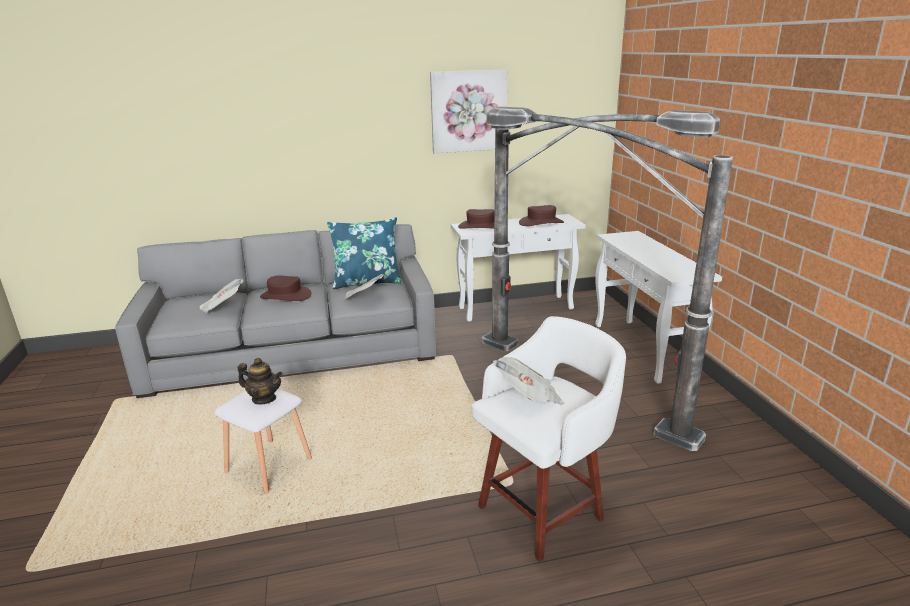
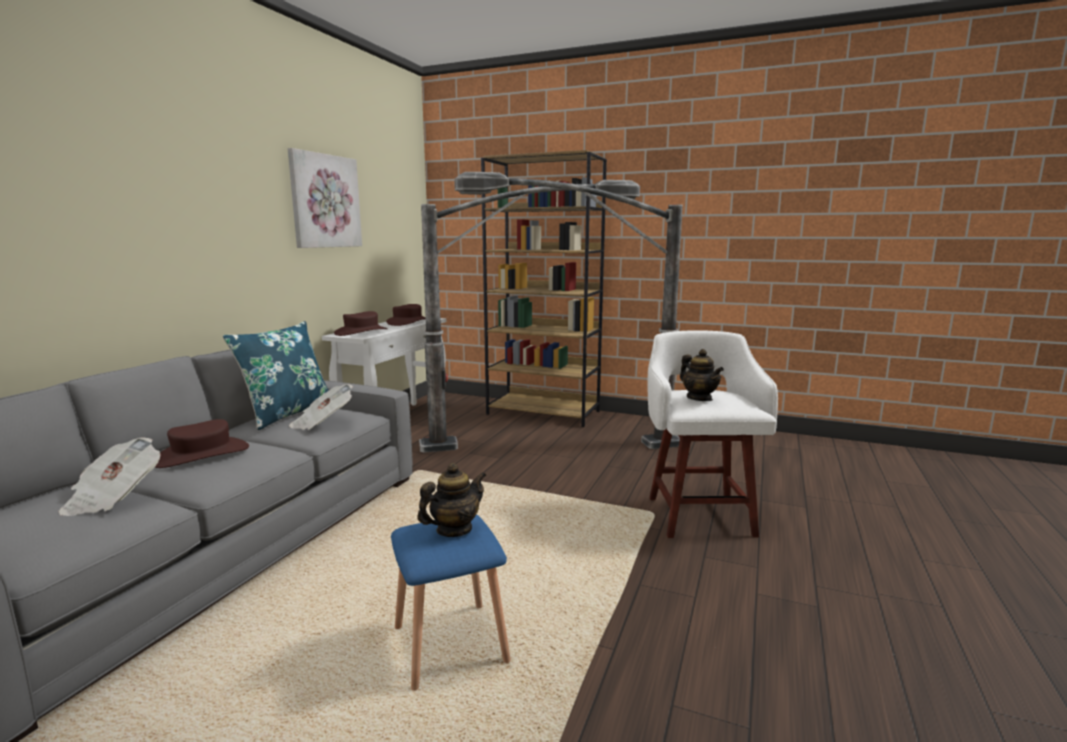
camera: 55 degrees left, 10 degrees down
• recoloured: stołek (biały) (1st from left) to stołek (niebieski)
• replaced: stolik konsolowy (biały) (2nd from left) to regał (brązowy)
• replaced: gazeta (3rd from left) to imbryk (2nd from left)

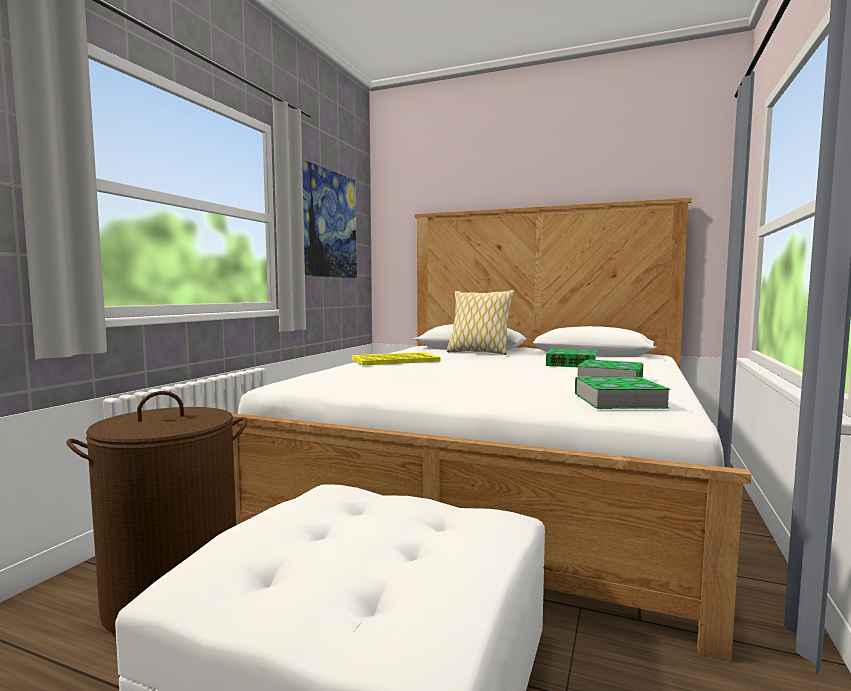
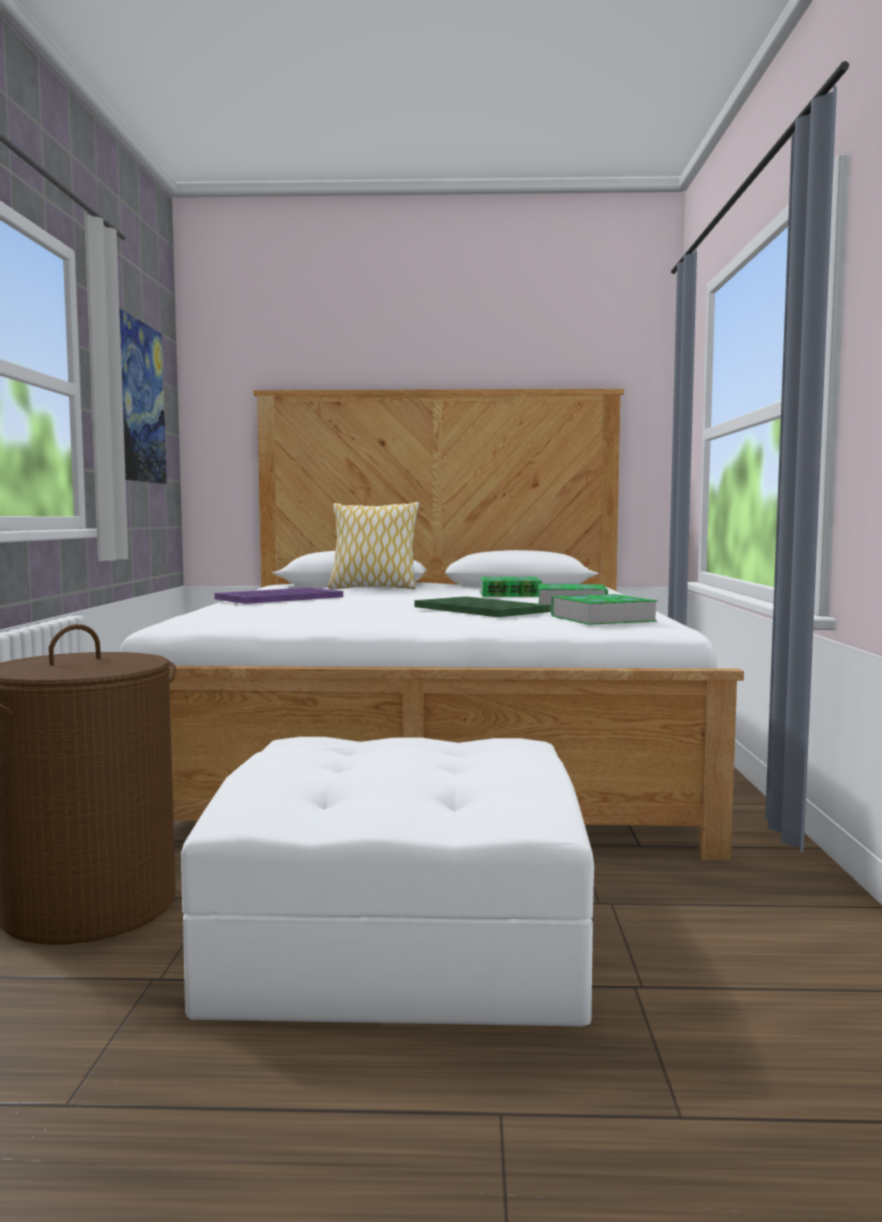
camera: 20 degrees left, 0 degrees up
• recoloured: taca (żółty) to taca (fioletowy)
• added: taca (zielony)

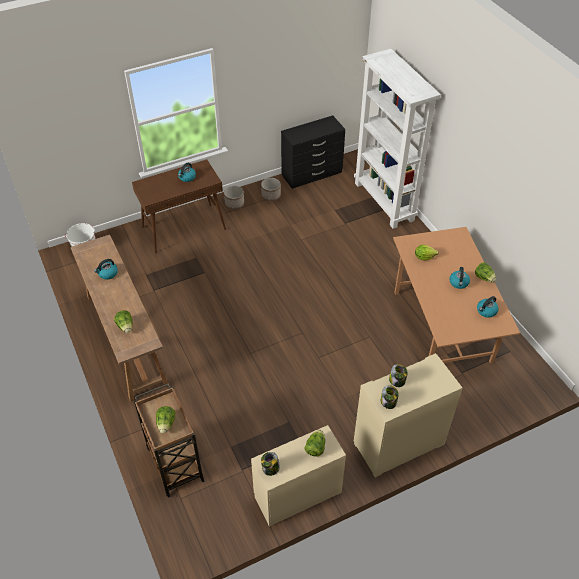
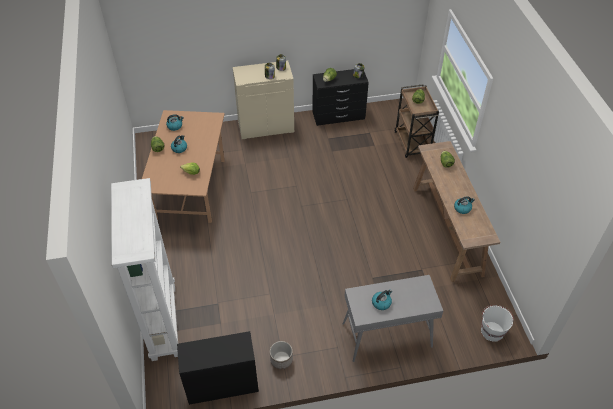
camera: 165 degrees left, 0 degrees up
• recoloured: komoda (beżowy) to komoda (czarny) (2nd from left)
• recoloured: stolik konsolowy (brązowy) (2nd from left) to stolik konsolowy (szary)
• removed: donica (1st from left)

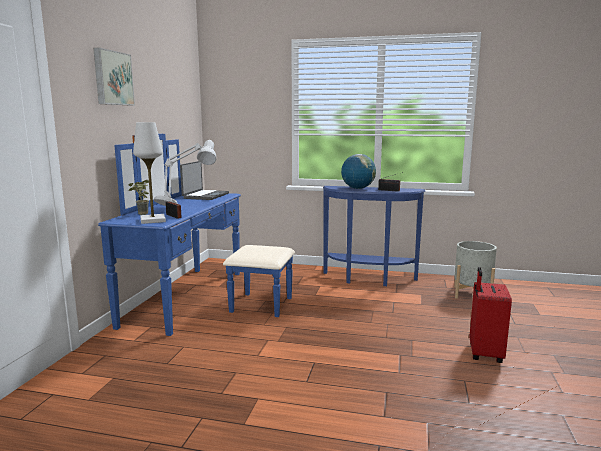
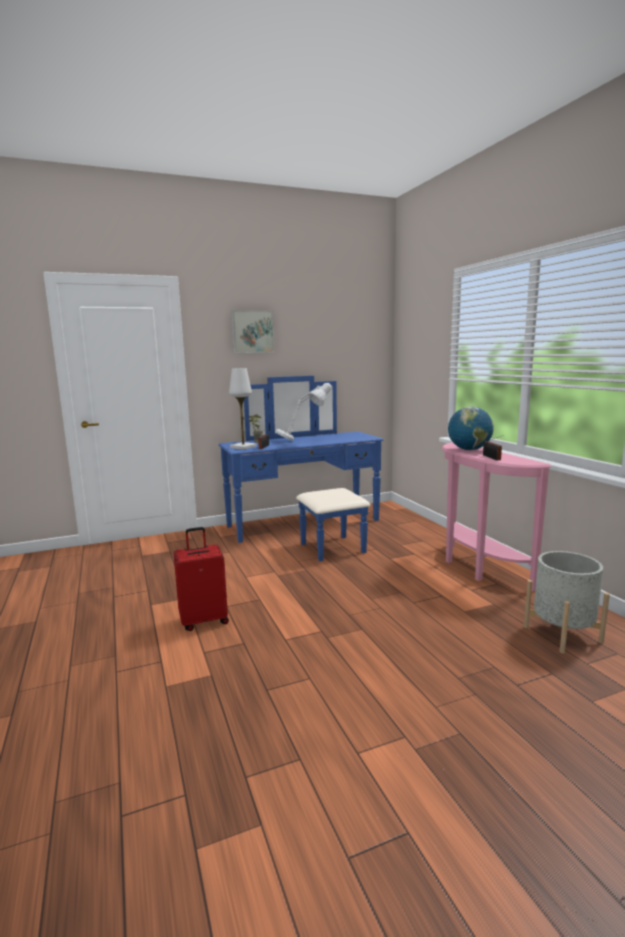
camera: 55 degrees right, 0 degrees up
• moved: walizka (czerwony)
• recoloured: stolik konsolowy (niebieski) to stolik konsolowy (różowy)
• removed: laptop

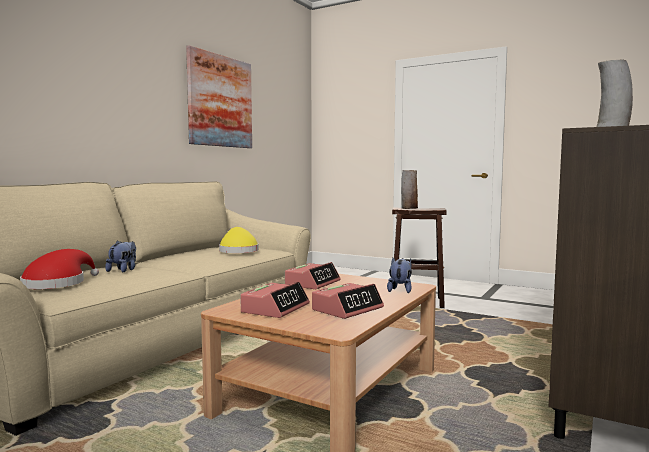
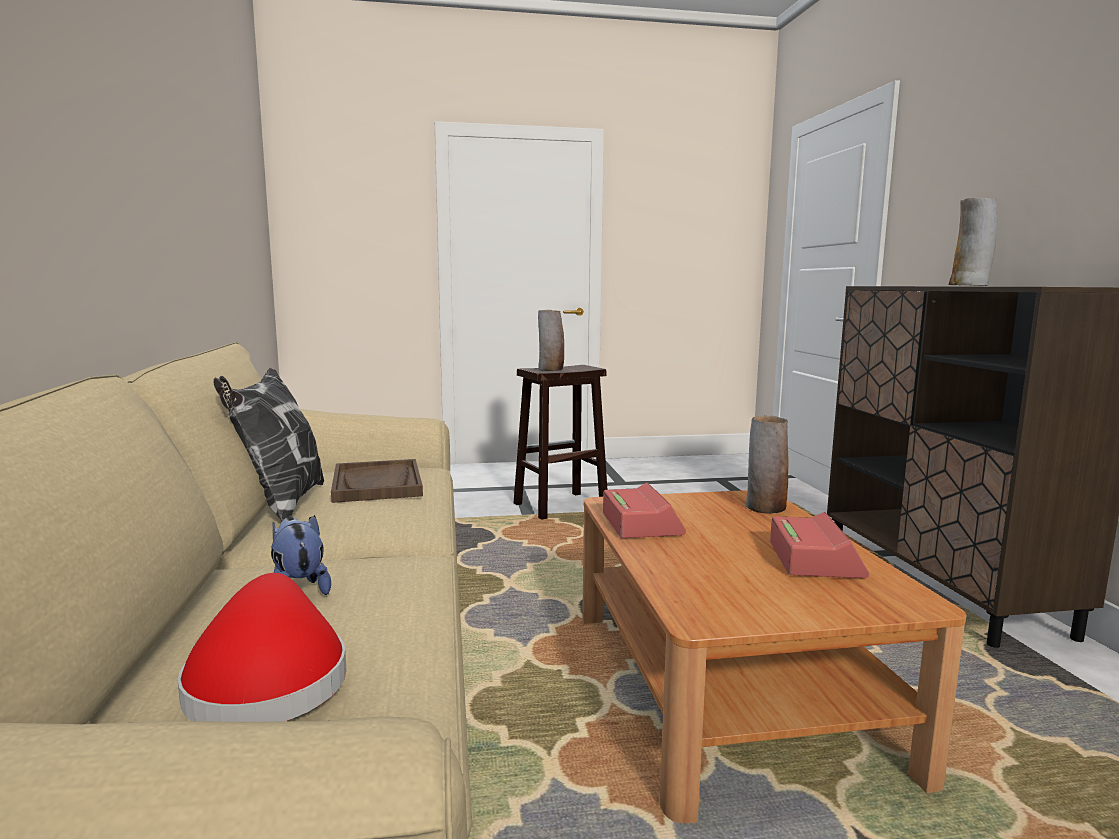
camera: 40 degrees left, 5 degrees up
• added: poduszka
• replaced: kapelusz (żółty) to taca (brązowy)
• replaced: pluszak (2nd from left) to wazon (2nd from left)
• removed: obraz
• removed: budzik (1st from left)

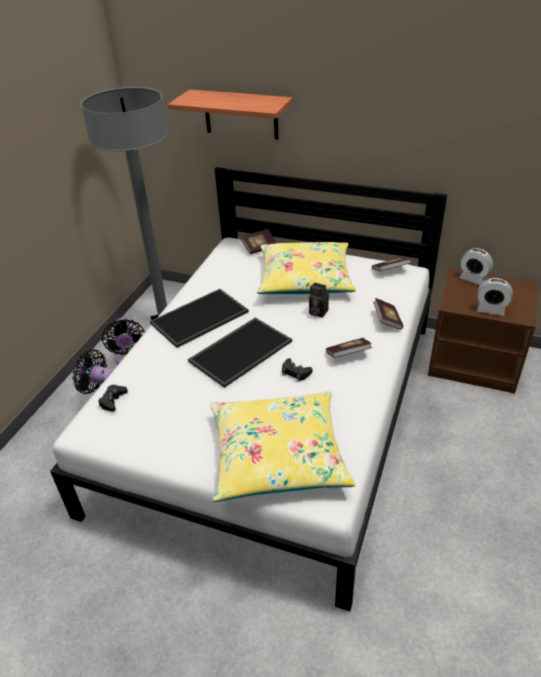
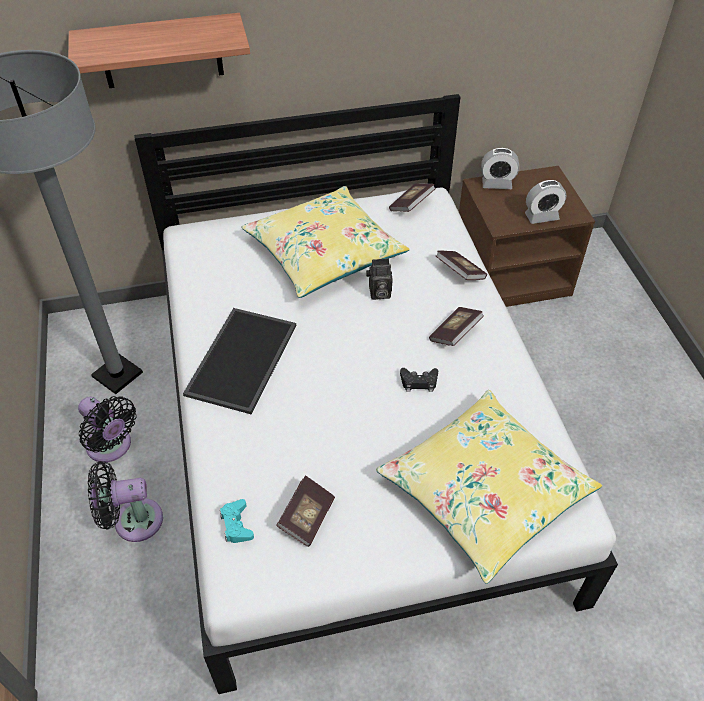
camera: 35 degrees left, 10 degrees up
• recoloured: pad do gier (czarny) (1st from left) to pad do gier (turkusowy)
• moved: książka (1st from left)
• removed: taca (2nd from left)

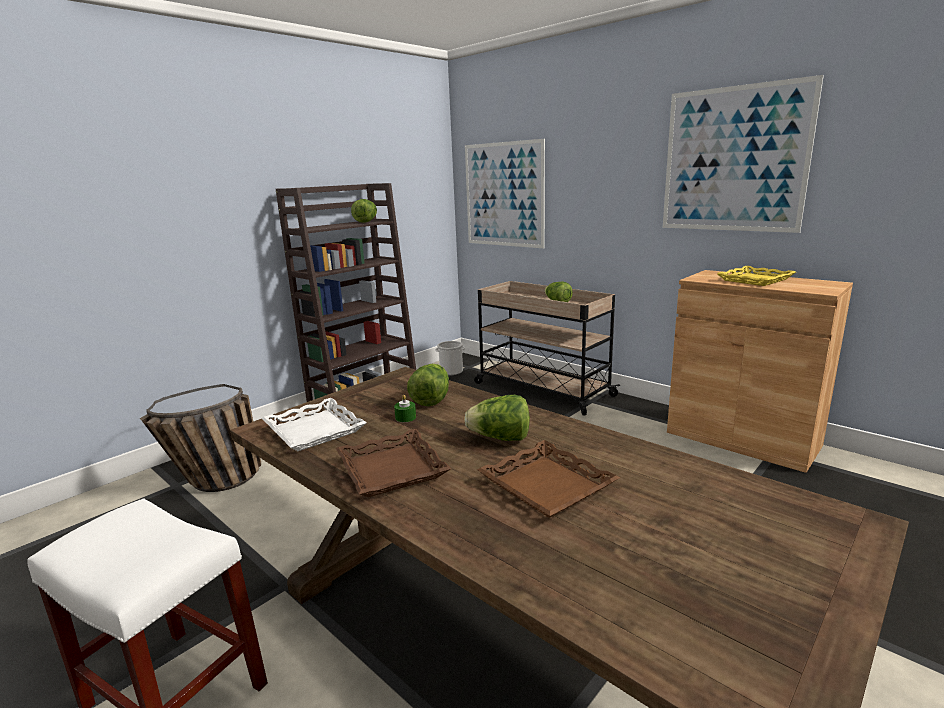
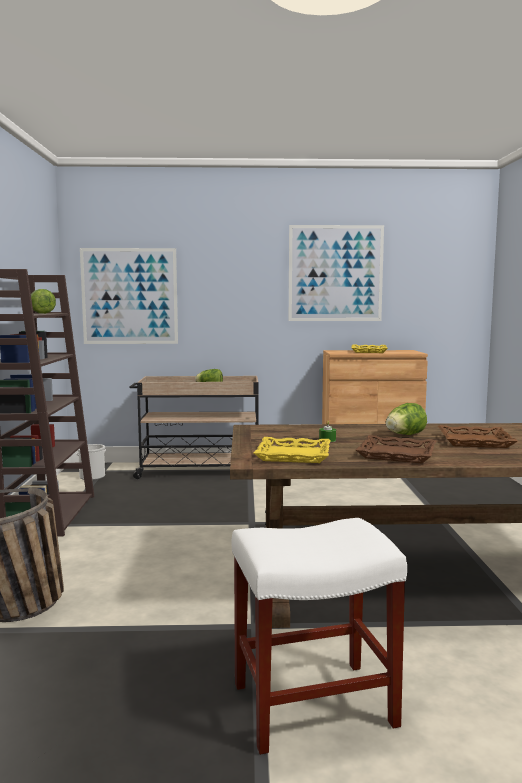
camera: 45 degrees left, 10 degrees down
• recoloured: taca (biały) to taca (żółty) (1st from left)
• removed: sałata (2nd from left)

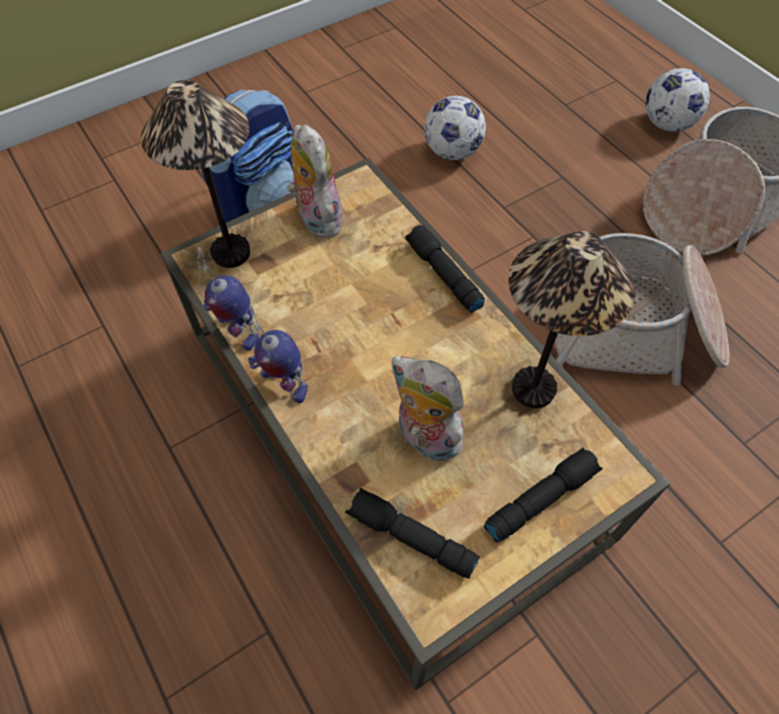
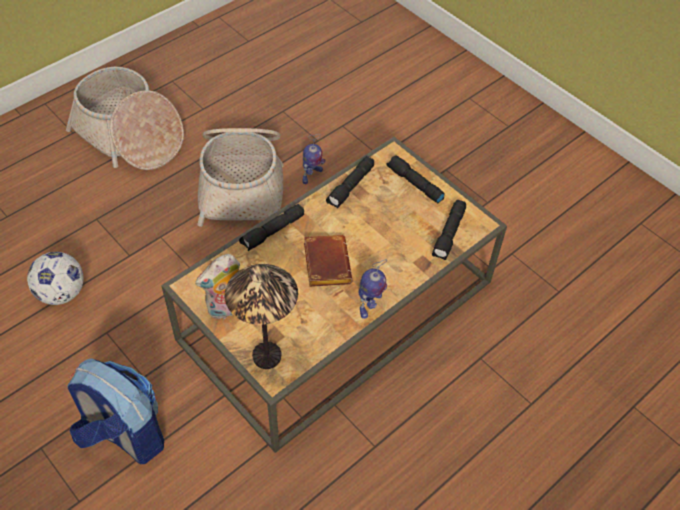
camera: 100 degrees left, 5 degrees down
• moved: robot zabawkowy (1st from left)
• added: książka (brązowy)
• replaced: lampa stołowa (2nd from left) to latarka (czarny) (2nd from left)
• removed: pluszak (2nd from left)
• removed: piłka futbolowa (2nd from left)

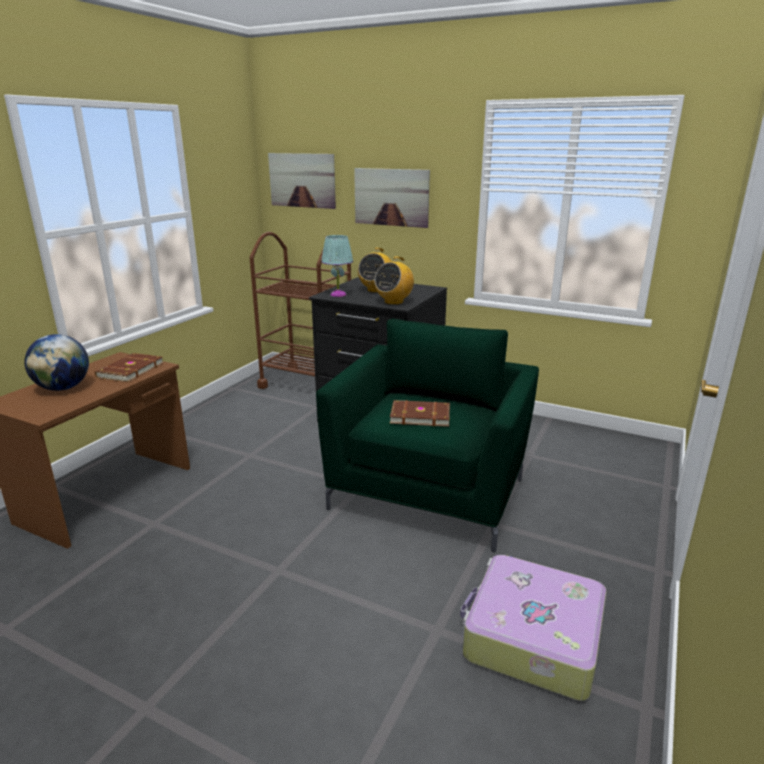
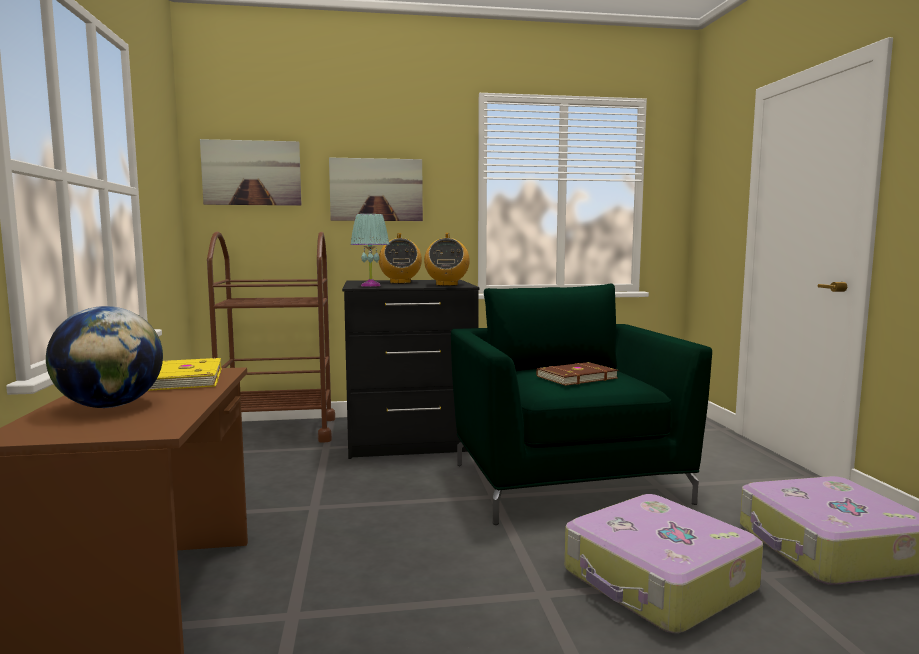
camera: 35 degrees left, 15 degrees down
• recoloured: książka (brązowy) (1st from left) to książka (żółty)
• added: walizka (1st from left)

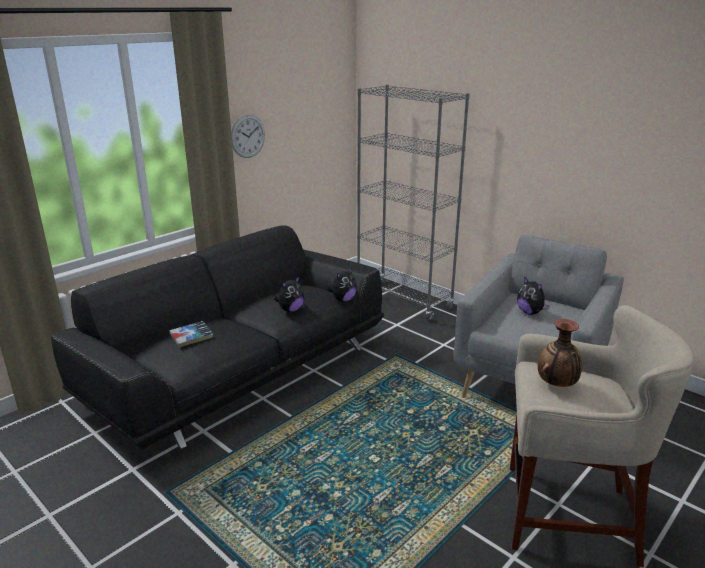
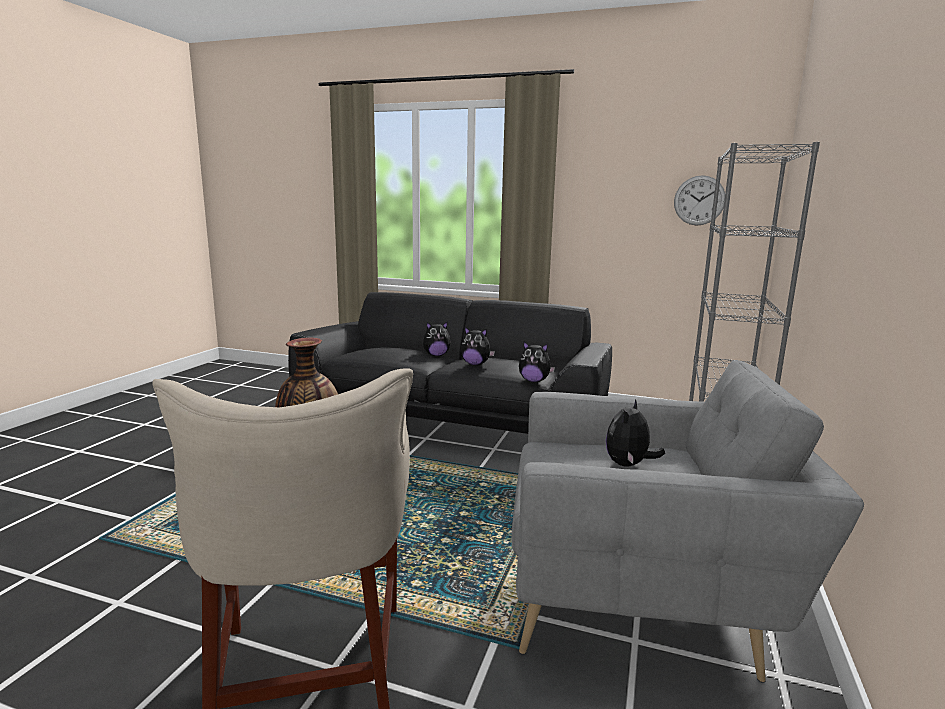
camera: 65 degrees right, 10 degrees down
• added: pluszak (1st from left)
• moved: zegar ścienny
• removed: książka

